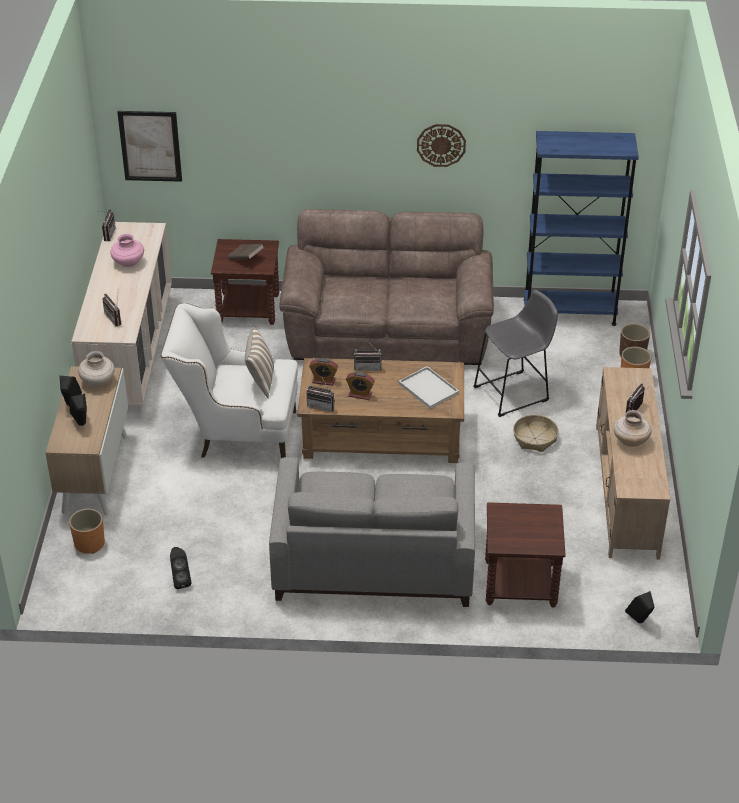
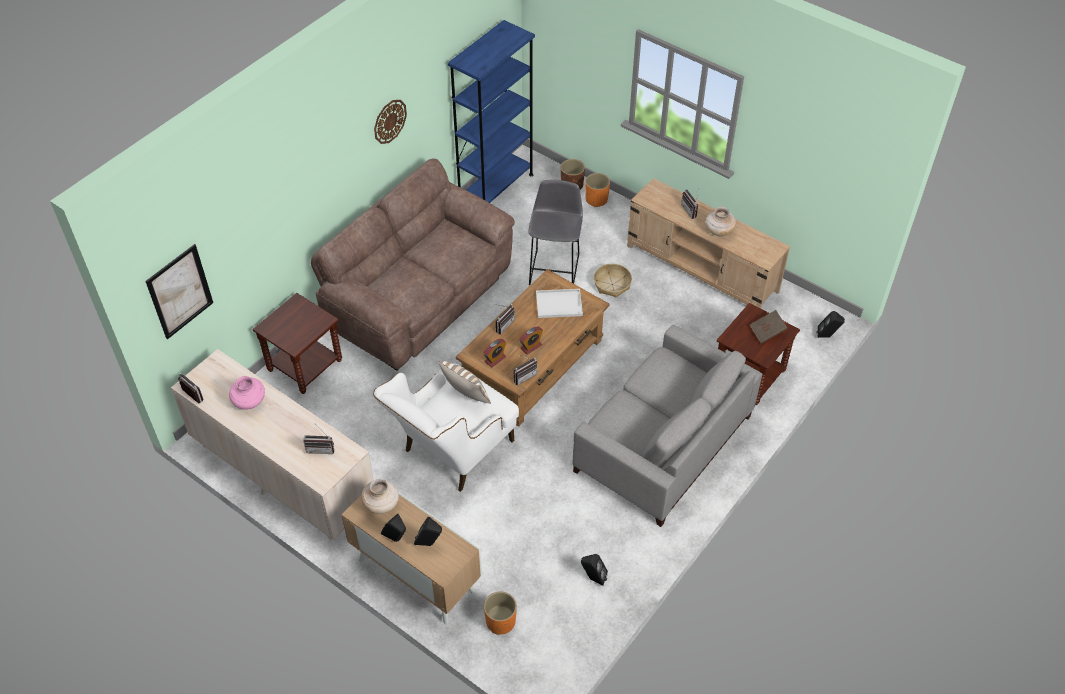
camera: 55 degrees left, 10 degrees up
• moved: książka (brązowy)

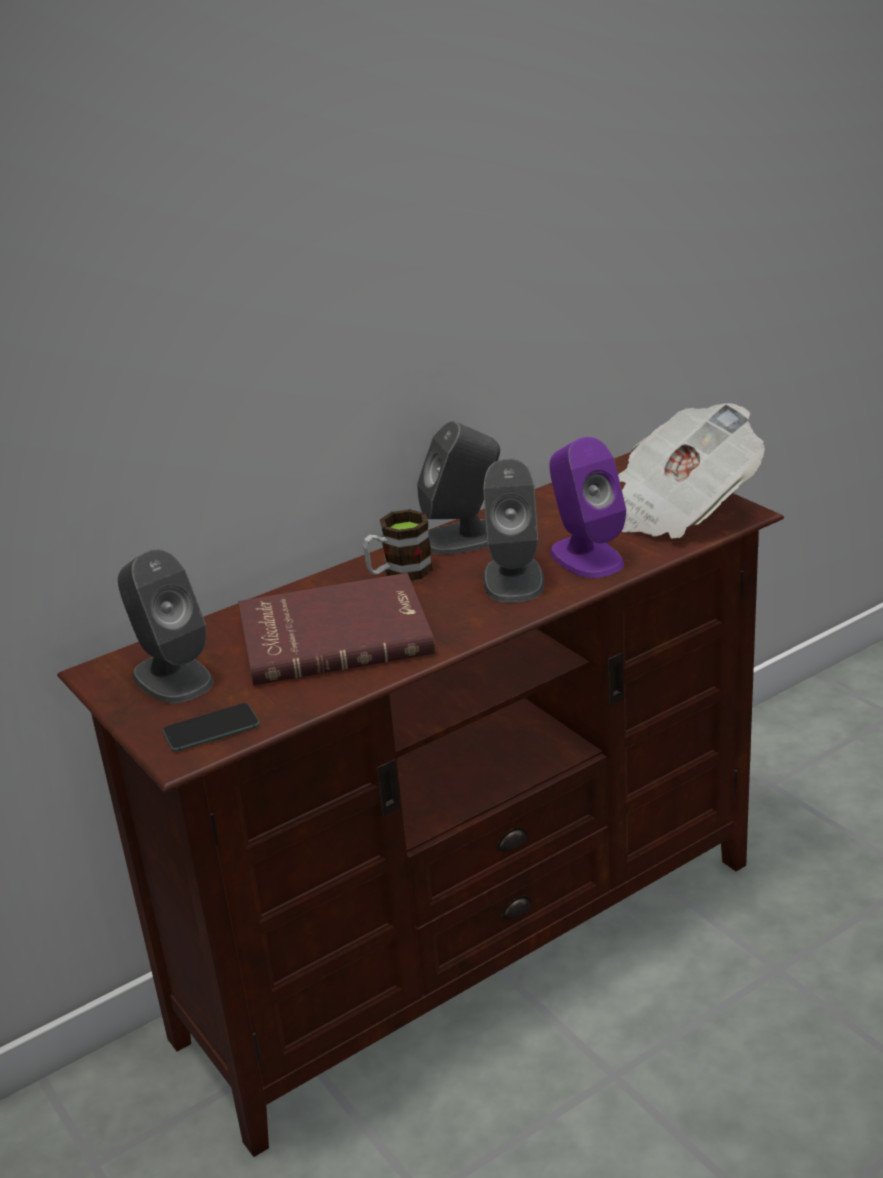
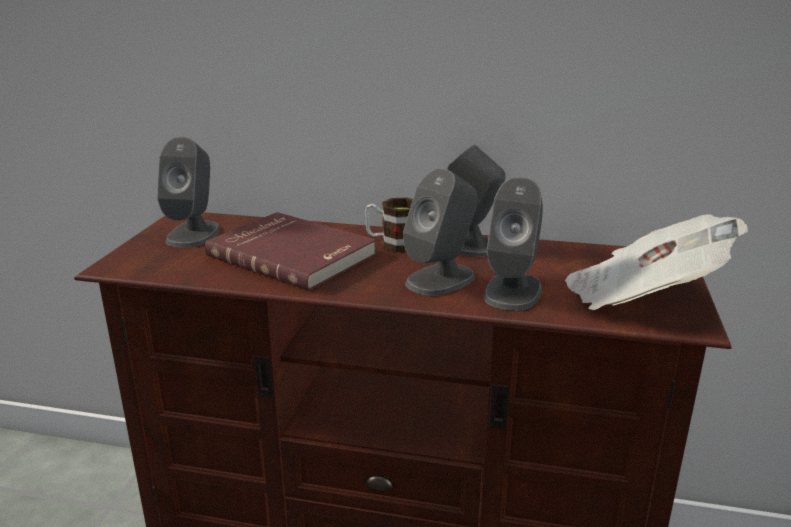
camera: 45 degrees right, 5 degrees down
• recoloured: głośnik (fioletowy) to głośnik (szary) (4th from left)
• removed: telefon

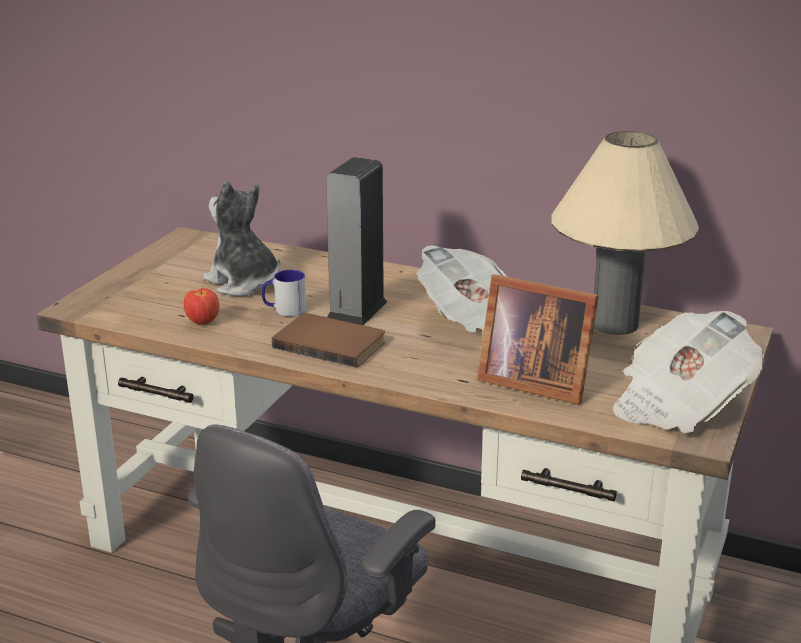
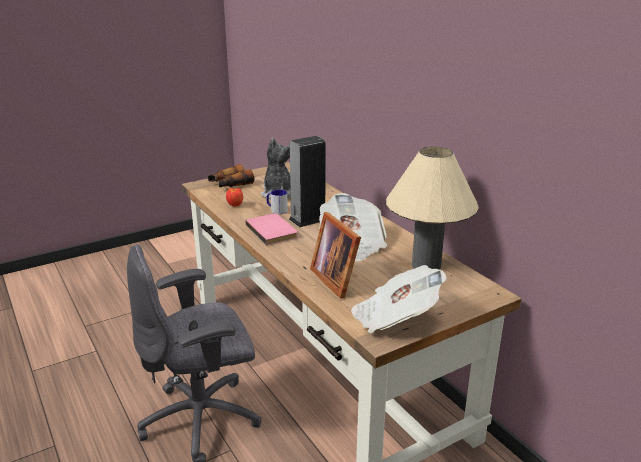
camera: 35 degrees right, 0 degrees up
• added: lornetka
• recoloured: książka (brązowy) to książka (różowy)

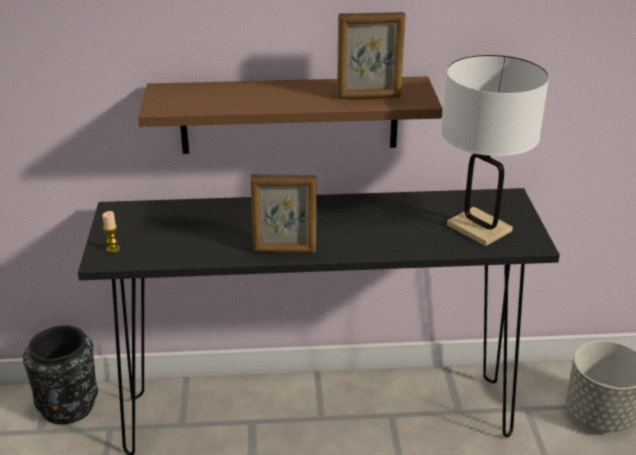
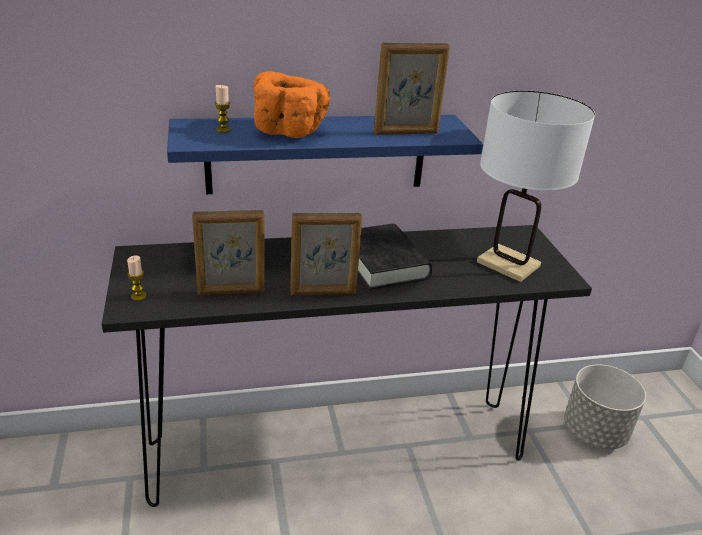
camera: 10 degrees left, 0 degrees up
• recoloured: półka (brązowy) to półka (niebieski)
• added: ramka na zdjęcie (1st from left)
• added: świeca (2nd from left)
• added: miska (pomarańczowy)
• added: książka (czarny)
• removed: wazon (czarny)

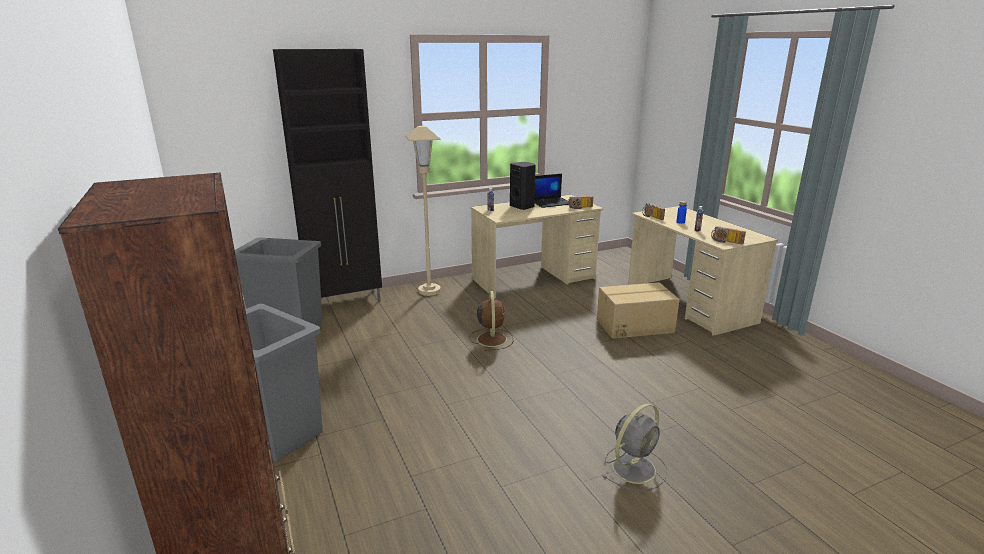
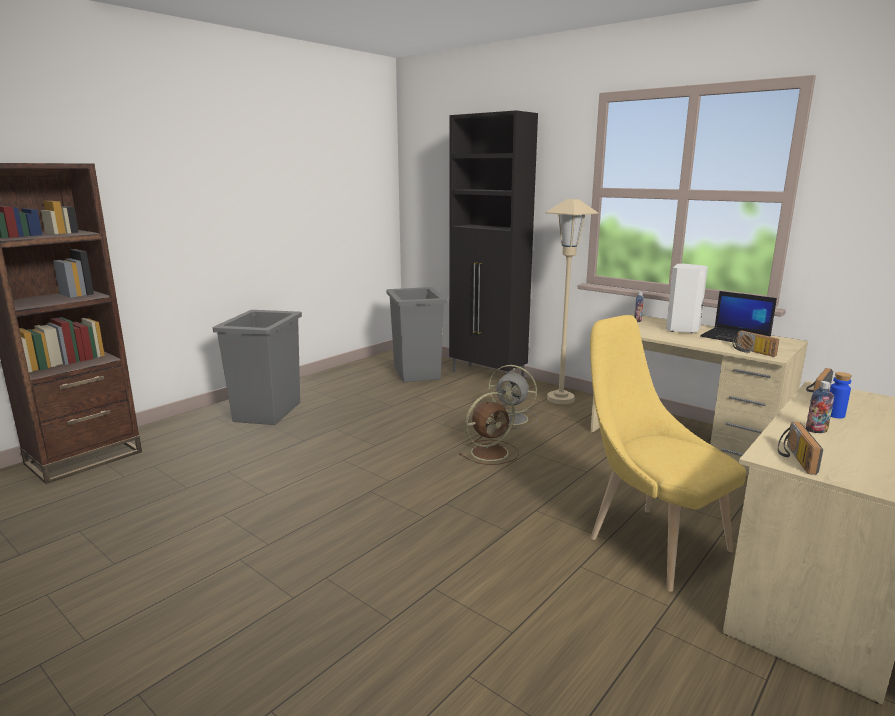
camera: 65 degrees right, 5 degrees down
• moved: wentylator (szary)
• replaced: karton to krzesło (żółty)
• recoloured: głośnik (czarny) to głośnik (biały)

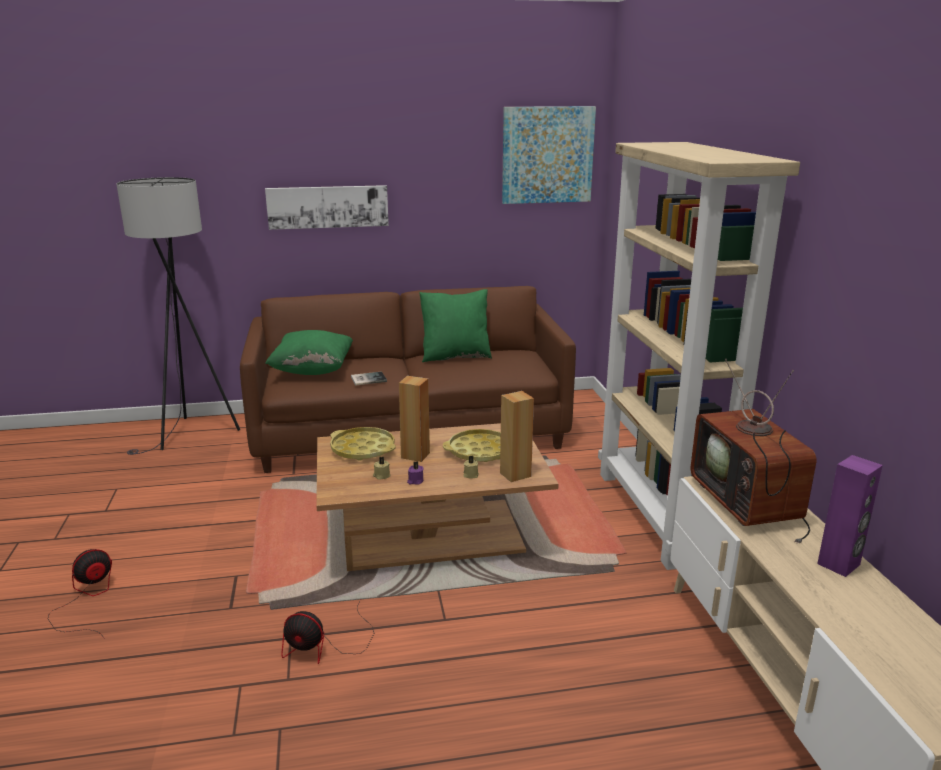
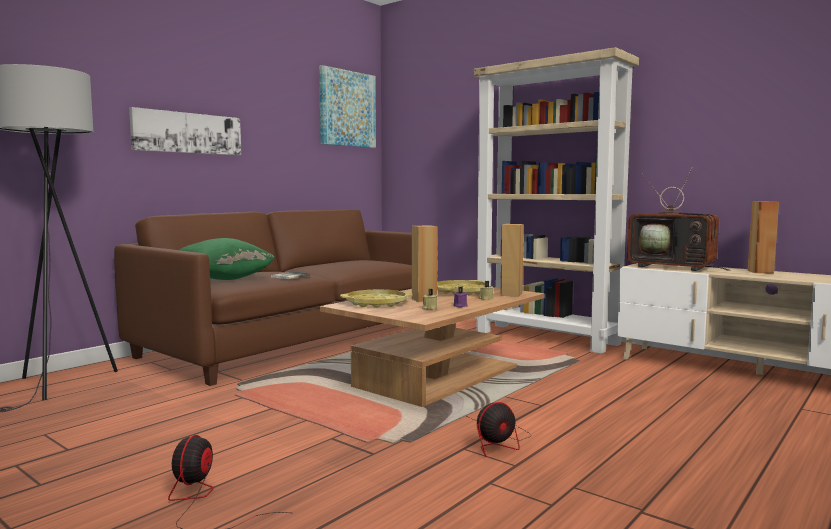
camera: 40 degrees left, 15 degrees down
• recoloured: głośnik (fioletowy) to głośnik (brązowy) (3rd from left)
• removed: poduszka (zielony) (2nd from left)

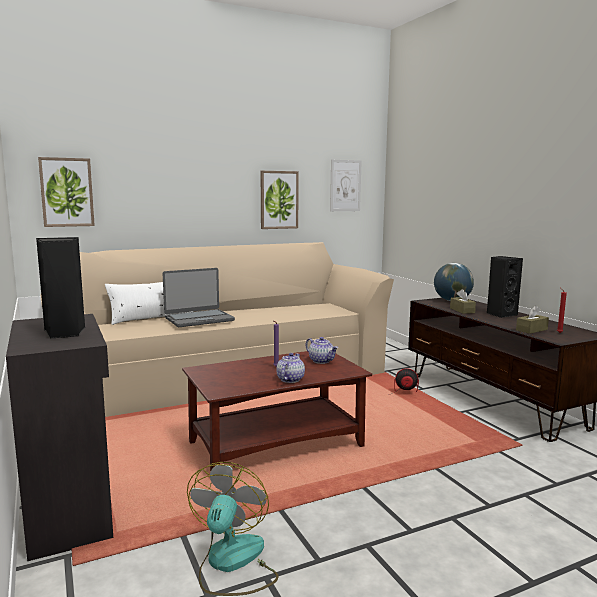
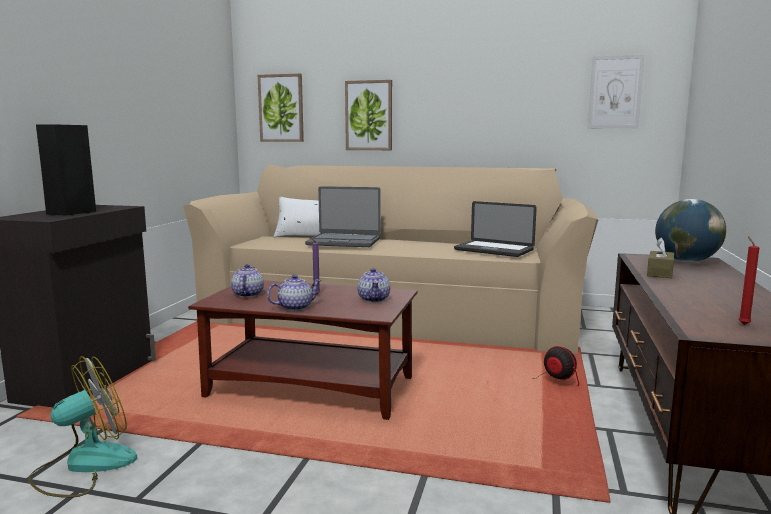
camera: 40 degrees right, 0 degrees up
• added: imbryk (1st from left)
• moved: obraz (2nd from left)
• added: laptop (2nd from left)
• removed: głośnik (czarny) (2nd from left)
• removed: pudełko chusteczek (brązowy) (2nd from left)

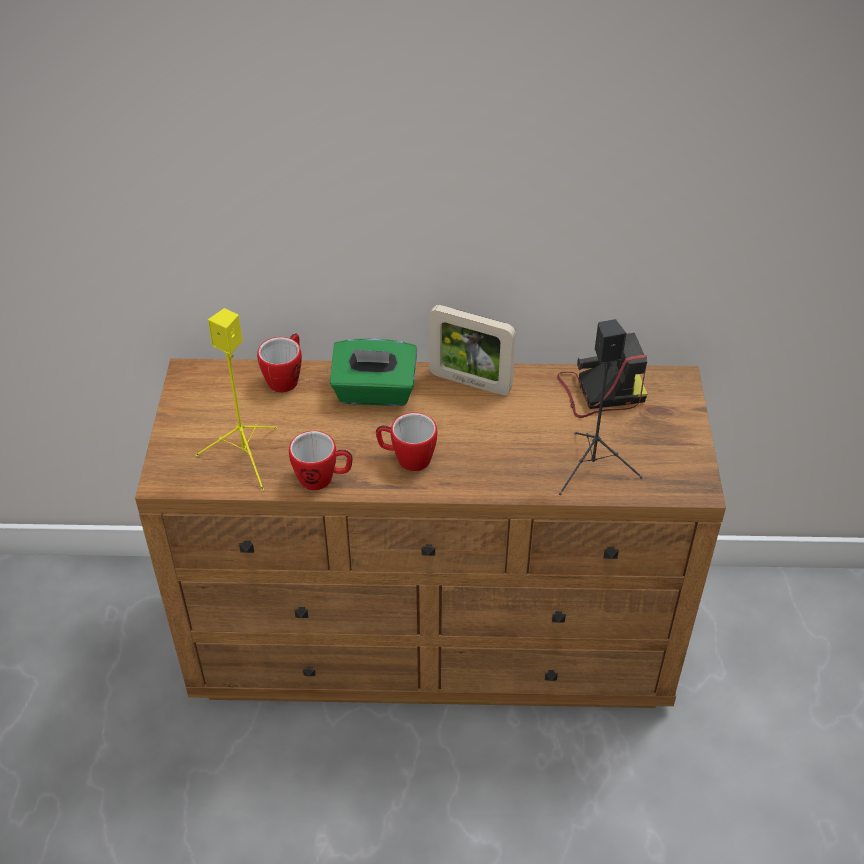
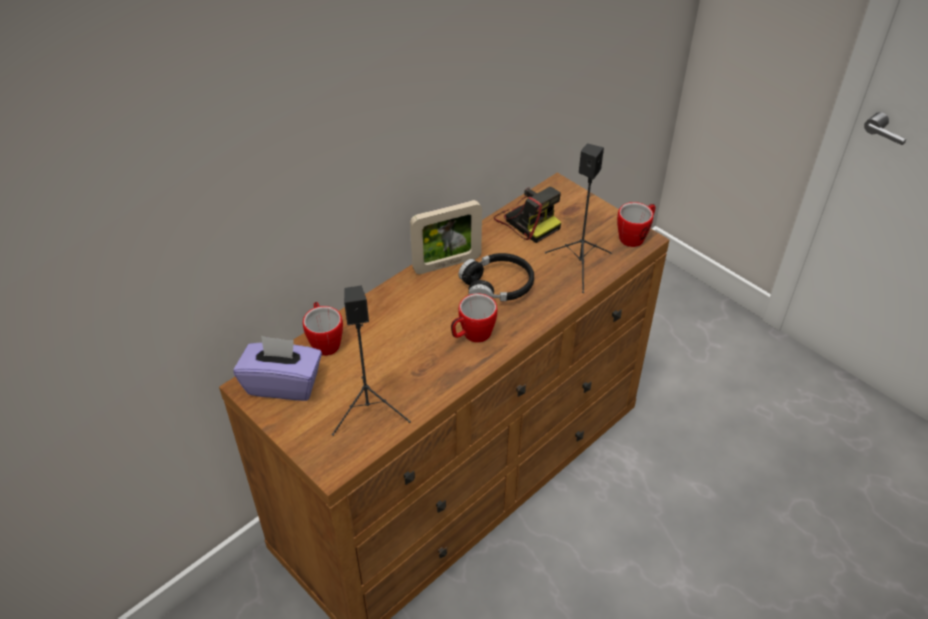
camera: 45 degrees left, 0 degrees up
• added: pudełko chusteczek (fioletowy)
• recoloured: głośnik (żółty) to głośnik (czarny) (1st from left)
• added: słuchawki (czarny)
• turned: aparat fotograficzny 105 degrees clockwise
• moved: kubek (2nd from left in the first image) to kubek (3rd from left)
• removed: pudełko chusteczek (zielony)

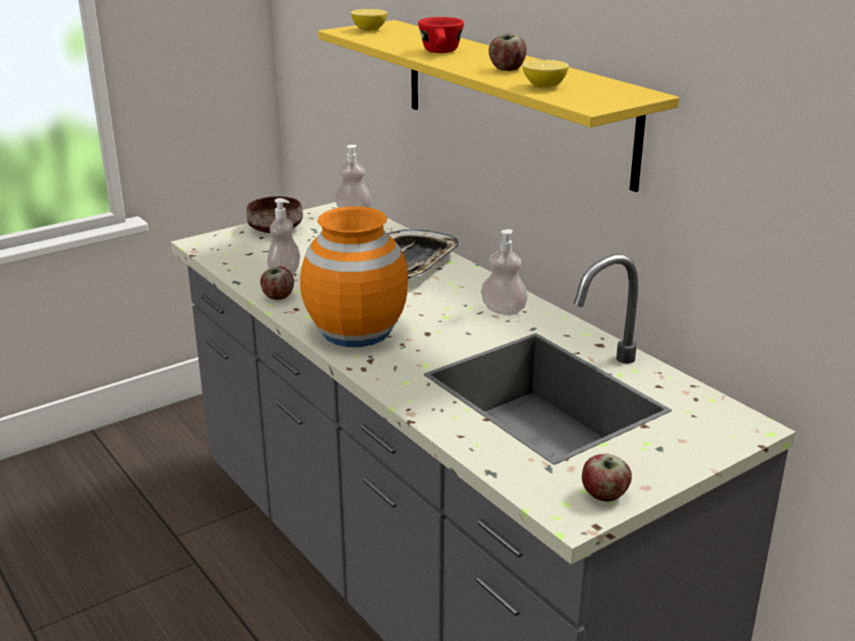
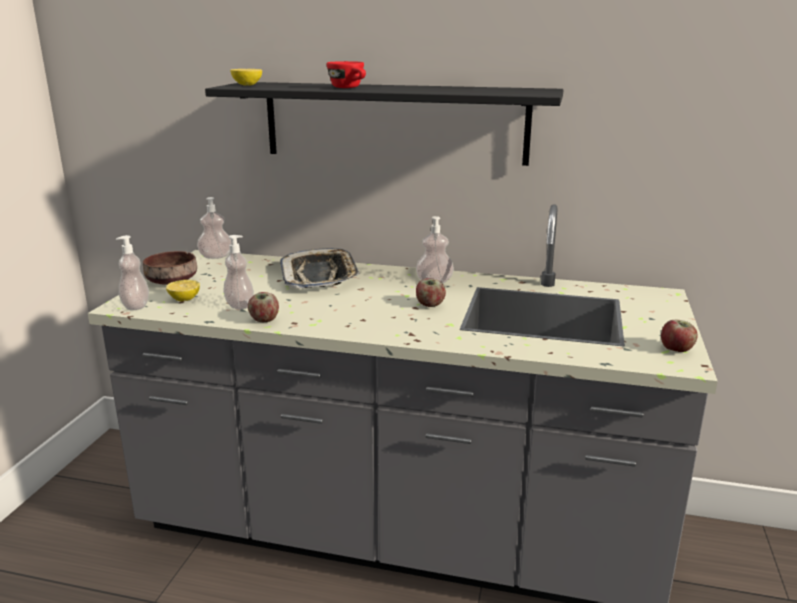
camera: 40 degrees left, 5 degrees down
• added: dozownik mydła (1st from left)
• moved: cytryna (2nd from left in the first image) to cytryna (1st from left)
• recoloured: półka (żółty) to półka (czarny)
• moved: jabłko (2nd from left)
• removed: wazon (pomarańczowy)

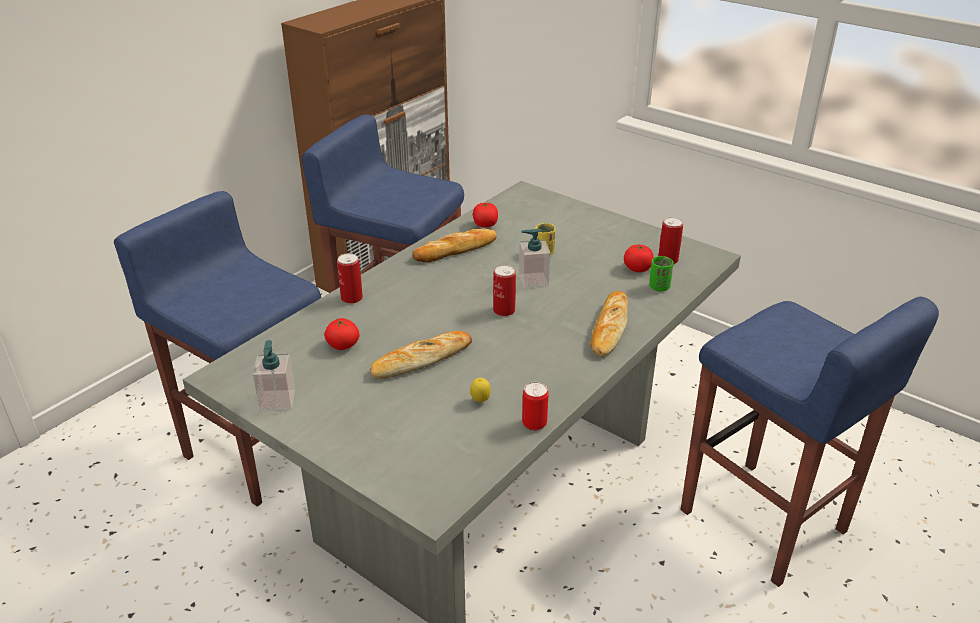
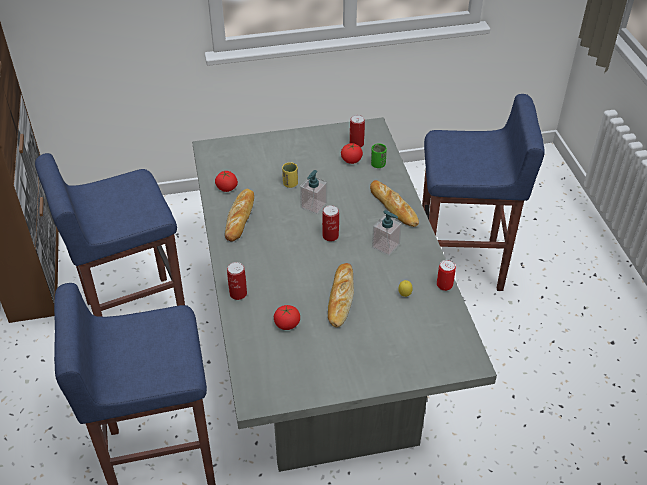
camera: 50 degrees left, 10 degrees up
• moved: dozownik mydła (1st from left in the first image) to dozownik mydła (2nd from left)

